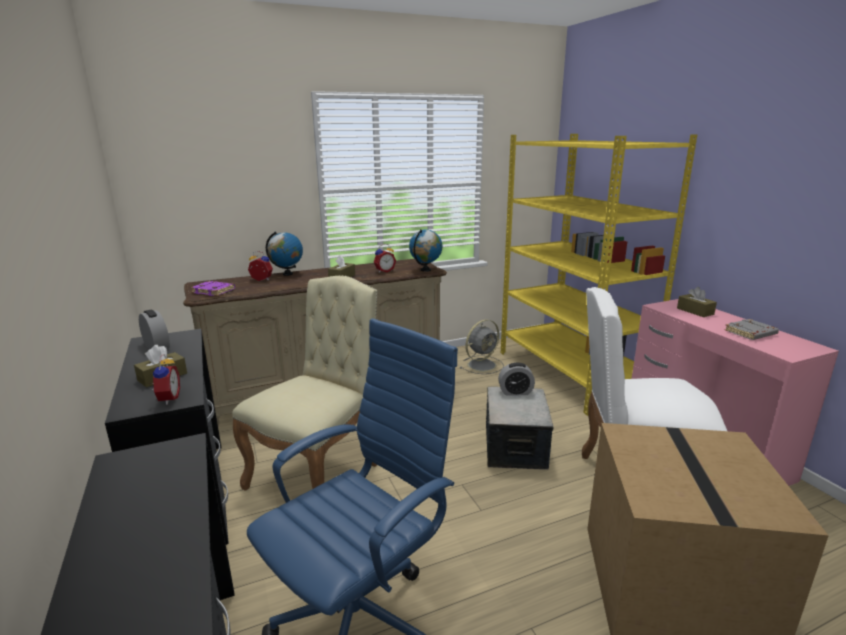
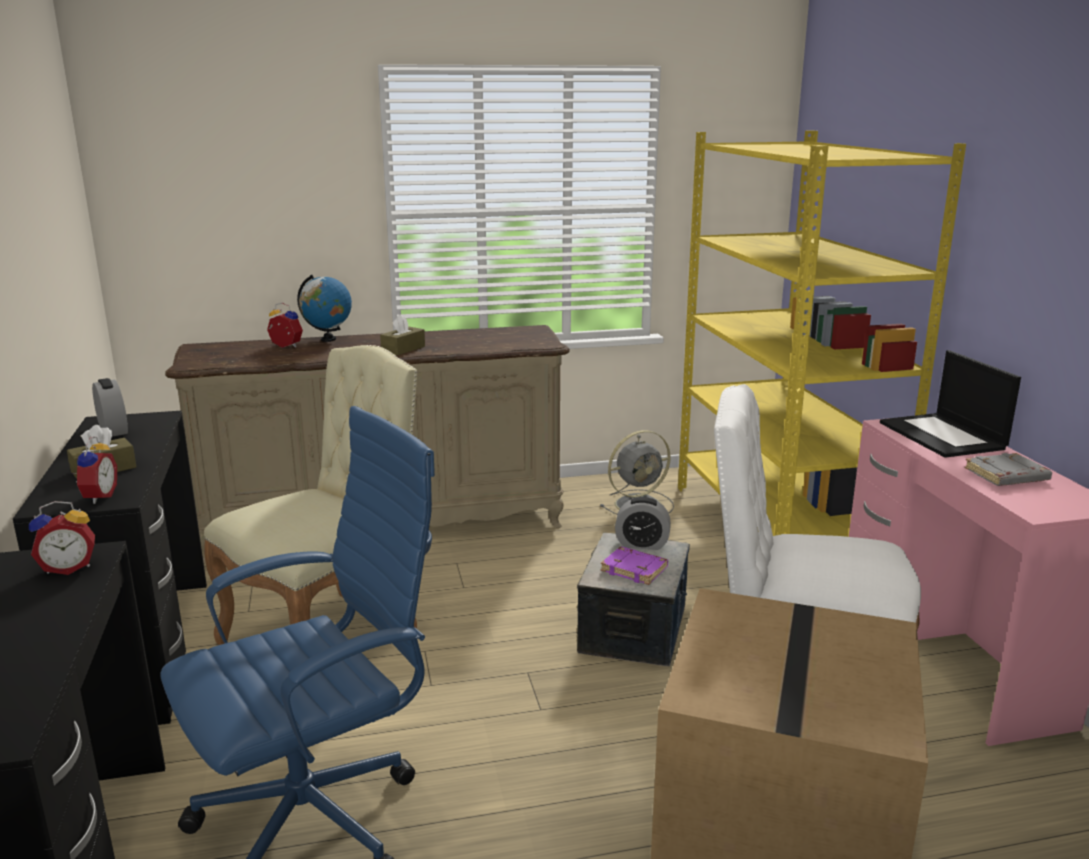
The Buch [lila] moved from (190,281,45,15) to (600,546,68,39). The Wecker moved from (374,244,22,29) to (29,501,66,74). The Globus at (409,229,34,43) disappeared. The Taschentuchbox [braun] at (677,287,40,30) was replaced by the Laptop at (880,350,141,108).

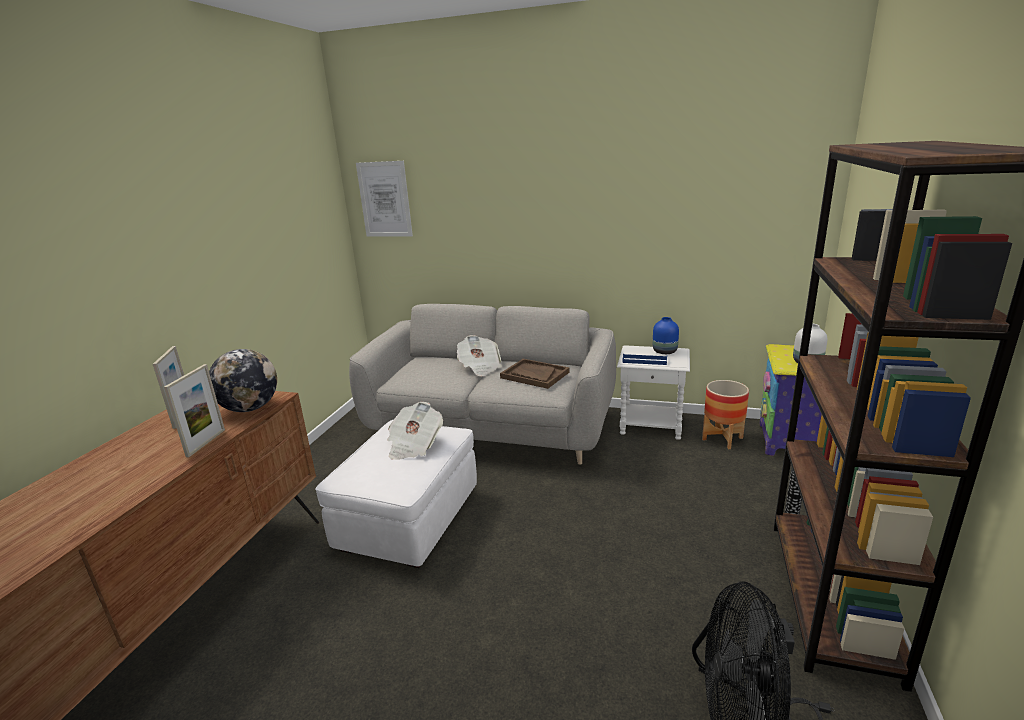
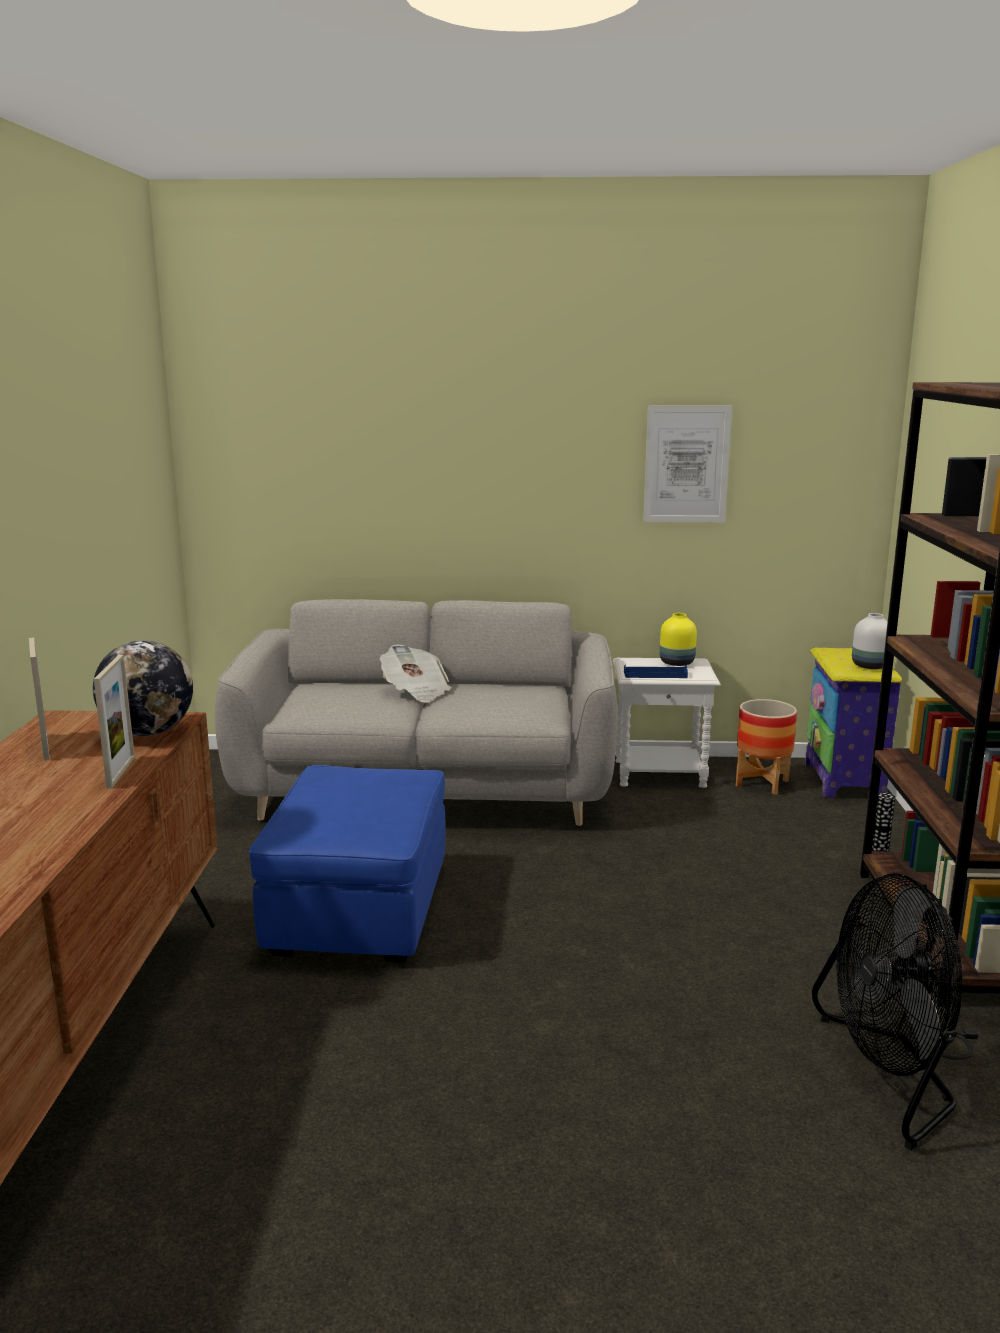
The Polsterhocker [weiß] at (315,420,162,148) became the Polsterhocker [blau] at (249,765,197,198). The Bild moved from (356,161,57,76) to (643,405,89,117). The Zeitung at (387,402,56,58) disappeared. The Tablett [braun] at (500,359,70,30) disappeared. The Vase [blau] at (653,317,26,37) became the Vase [gelb] at (660,613,37,53).

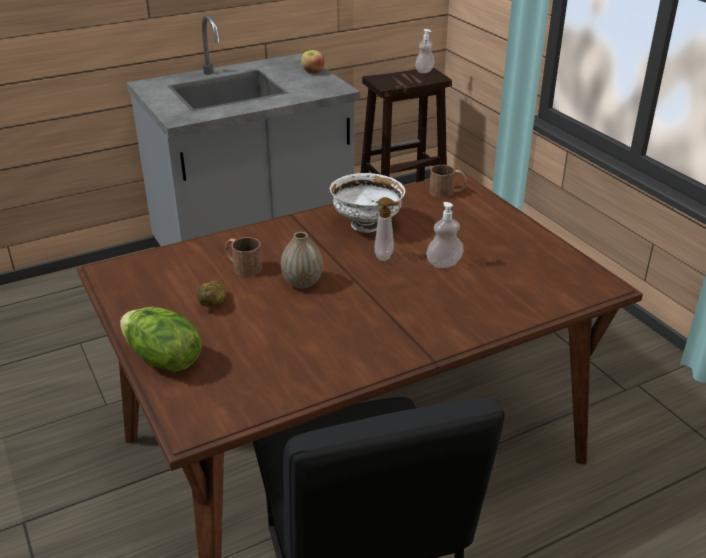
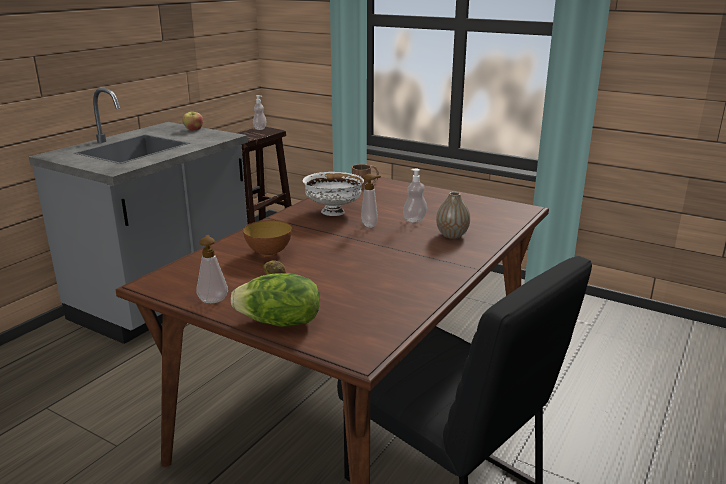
The Henkelbecher [braun] at (225,237,37,40) was replaced by the Schüssel at (243,220,49,37). The Vase moved from (281,232,42,56) to (436,192,34,47). The Seifenspender at (196,235,32,68) appeared.

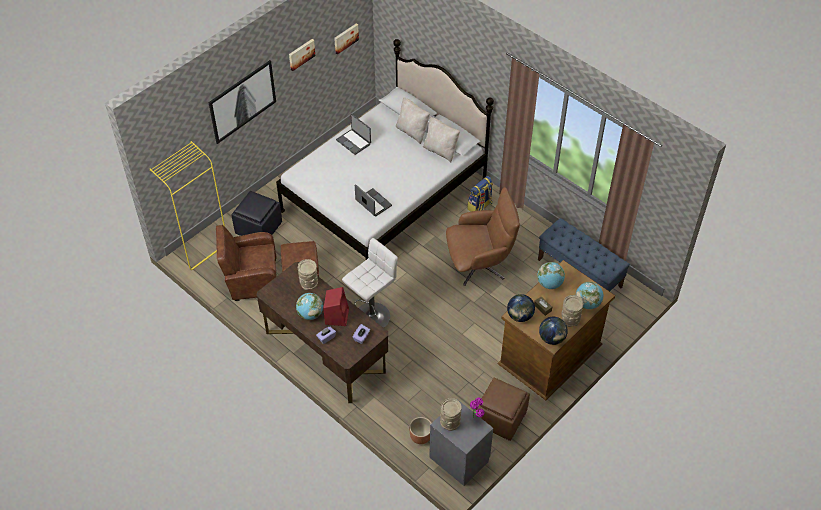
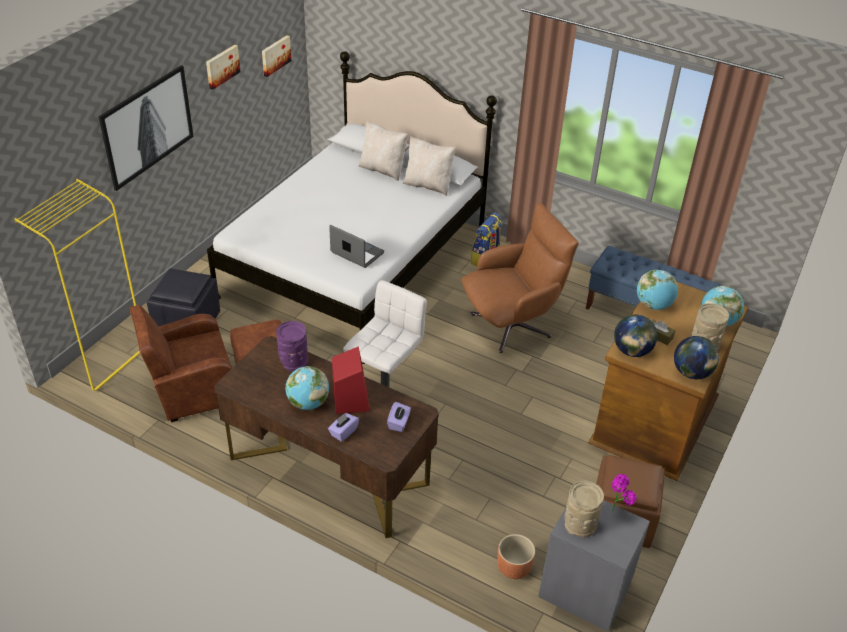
The Vase [beige] at (298,259,20,31) became the Vase [lila] at (276,321,32,50). The Laptop at (336,114,35,41) disappeared.

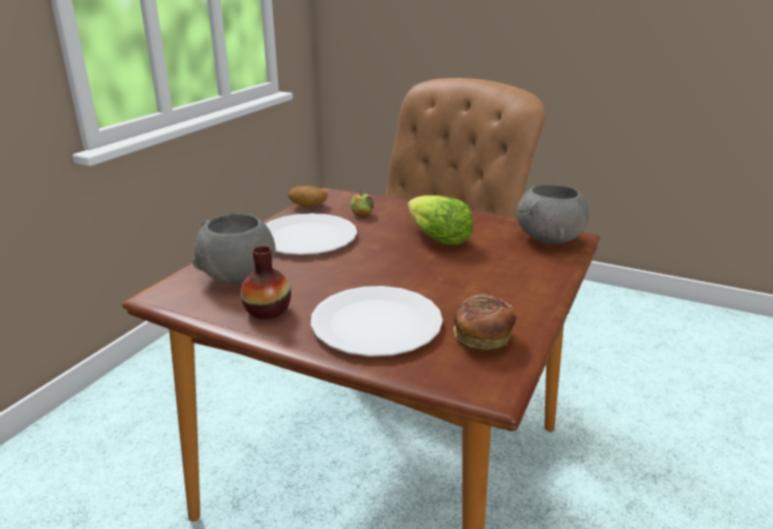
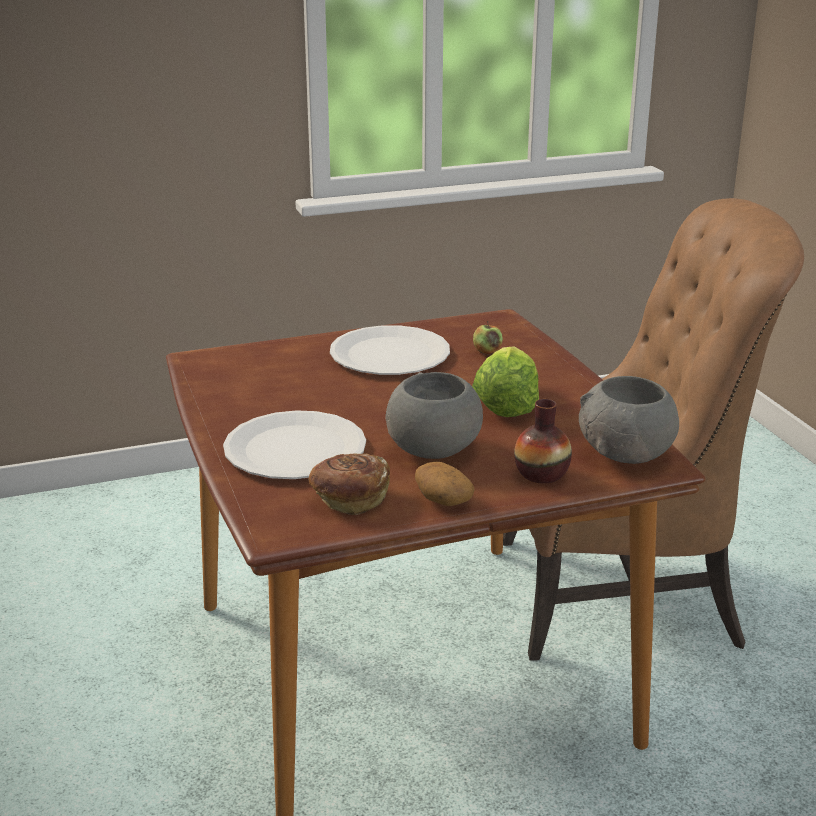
The Schüssel [grau] moved from (193,213,83,70) to (385,372,98,87). The Vase moved from (241,246,50,73) to (514,399,58,84). The Kartoffel moved from (288,186,40,21) to (415,462,60,44).

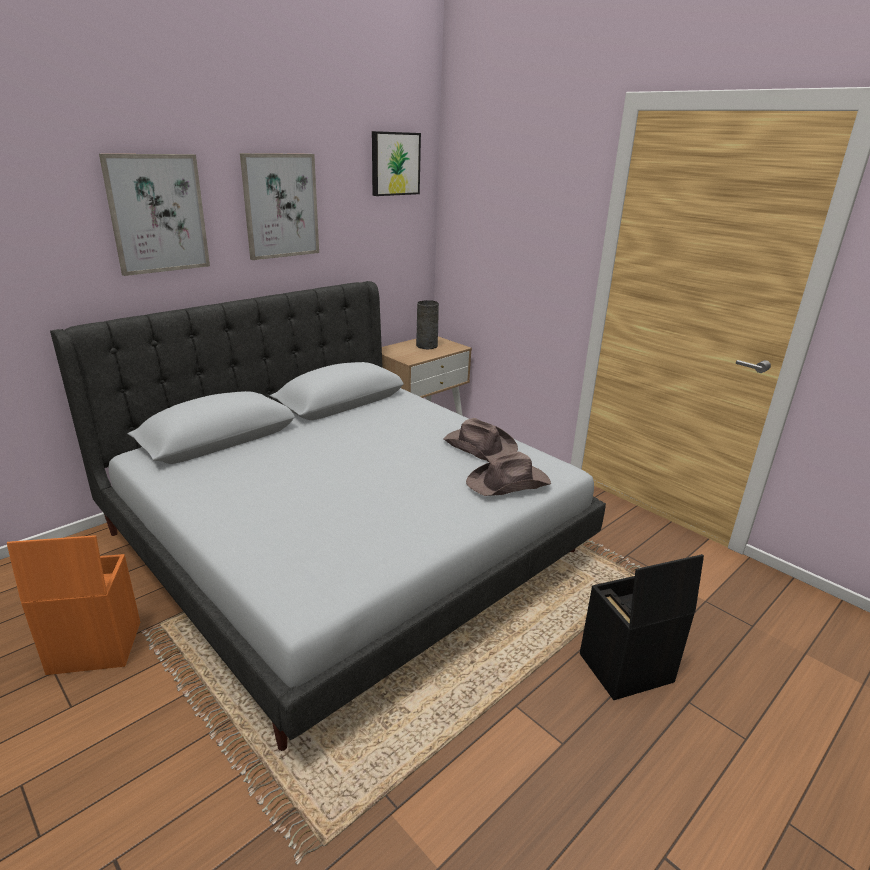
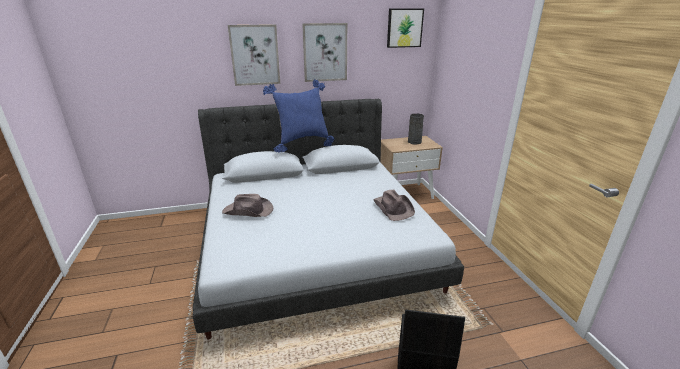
The Aufbewahrungsbox [orange] at (7,535,133,140) disappeared. The Hut [braun] moved from (466,451,85,45) to (222,194,52,23). The Kissen [blau] at (263,80,72,73) appeared.

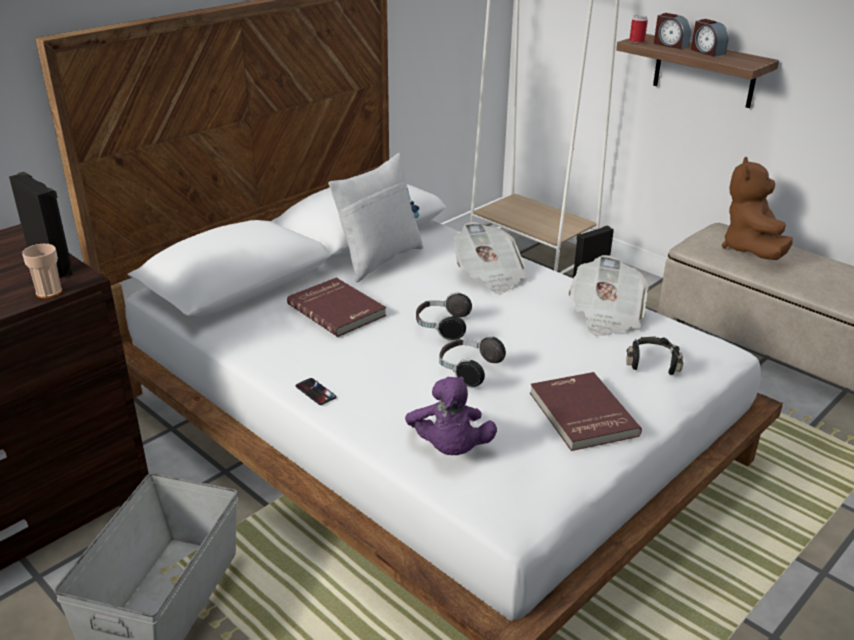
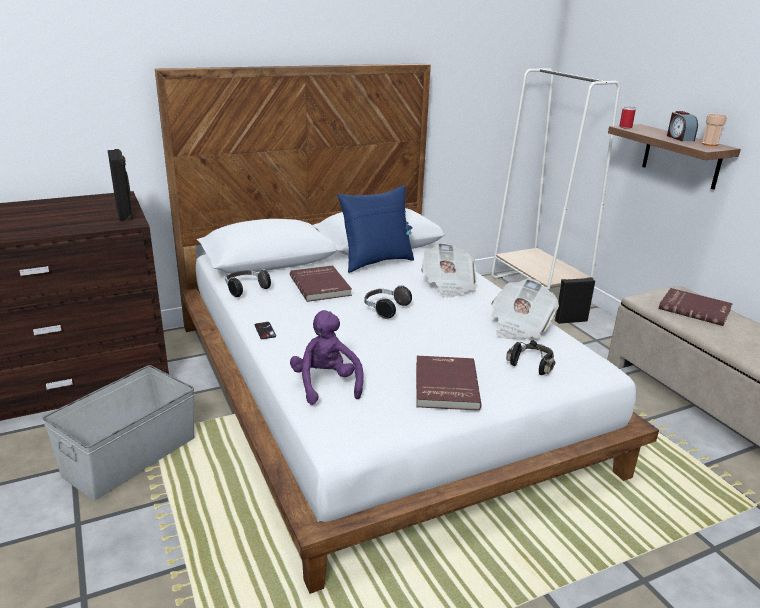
The Tasse moved from (22,244,40,55) to (702,114,25,32). The Kissen [grau] at (328,153,95,129) became the Kissen [blau] at (337,185,77,88). The Plüschtier [lila] at (405,377,92,78) turned 150 degrees clockwise. The Kopfhörer moved from (439,335,67,52) to (225,269,46,28). The Wecker at (654,13,37,36) disappeared. The Plüschtier [braun] at (722,157,71,103) was replaced by the Buch [rot] at (659,288,74,38).

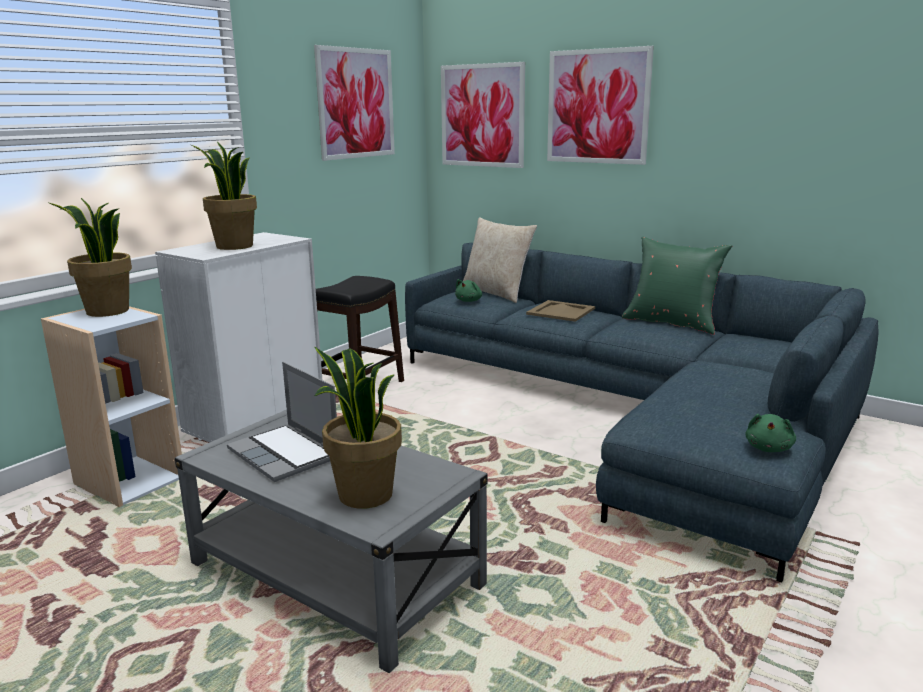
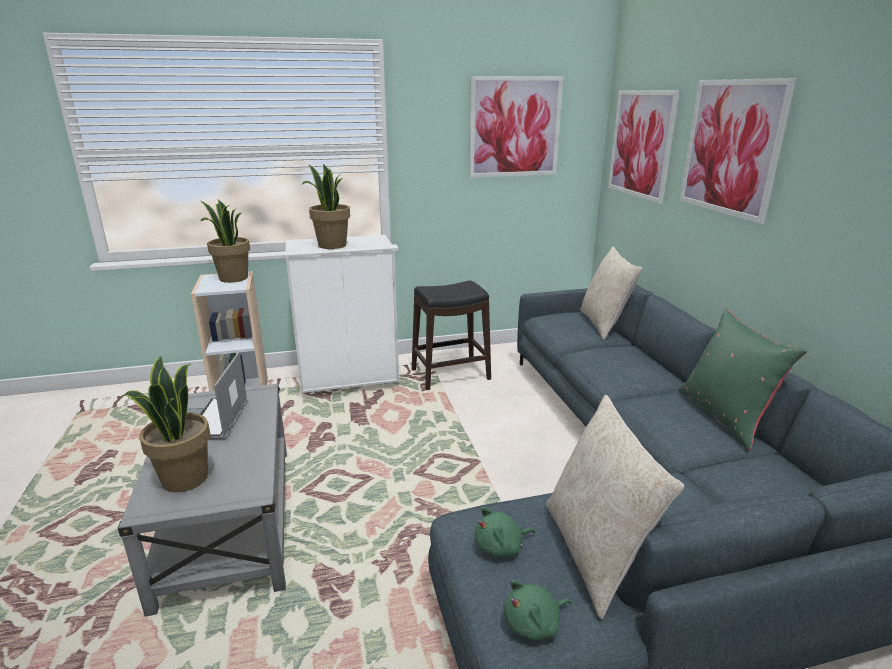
The Plüschtier [grün] moved from (455,279,27,23) to (474,507,61,51). The Tablett [beige] at (526,300,69,22) disappeared. The Kissen [beige] at (546,395,138,224) appeared.

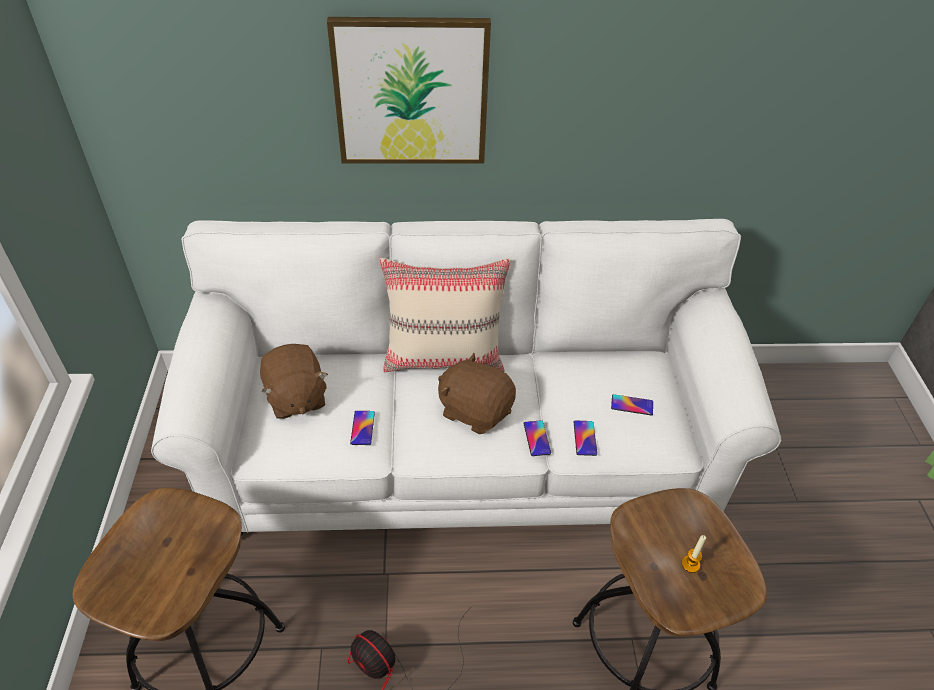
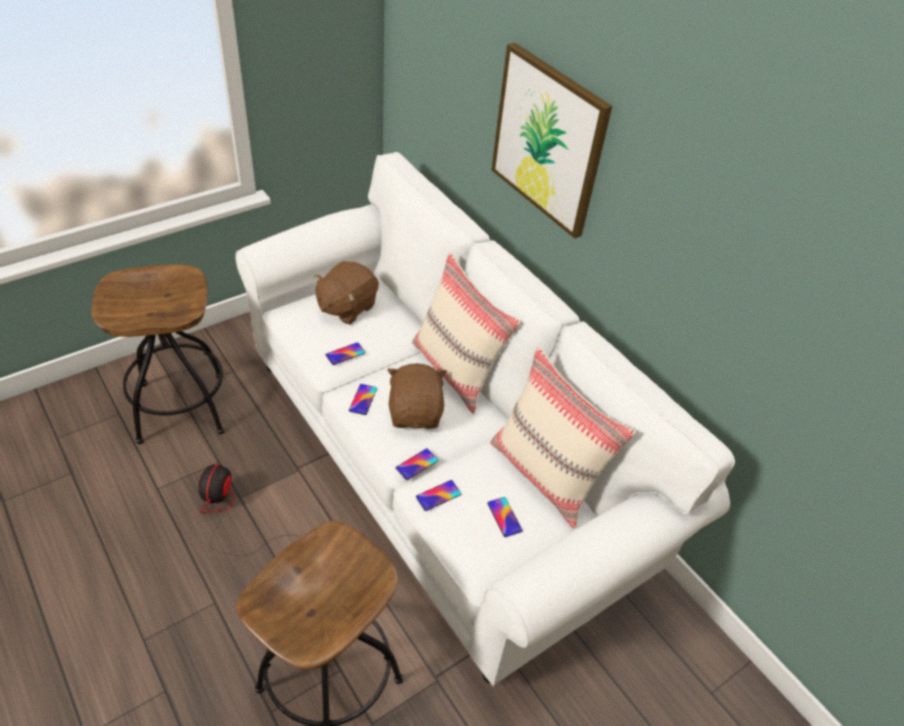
The Kerze at (681,535,25,38) disappeared. The Handy at (349,384,28,31) appeared. The Kissen [beige] at (490,347,146,182) appeared.

